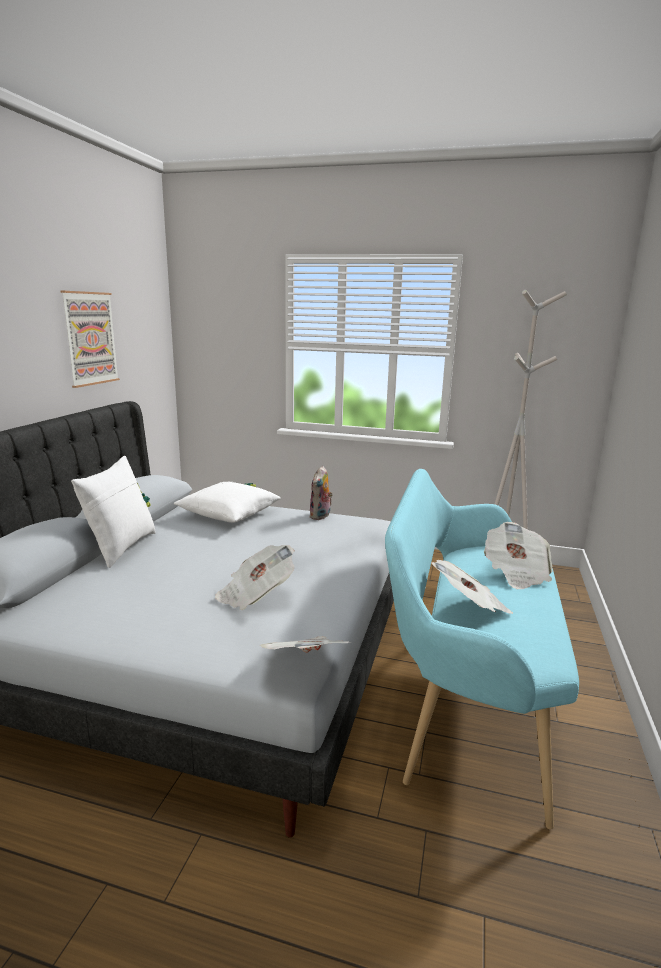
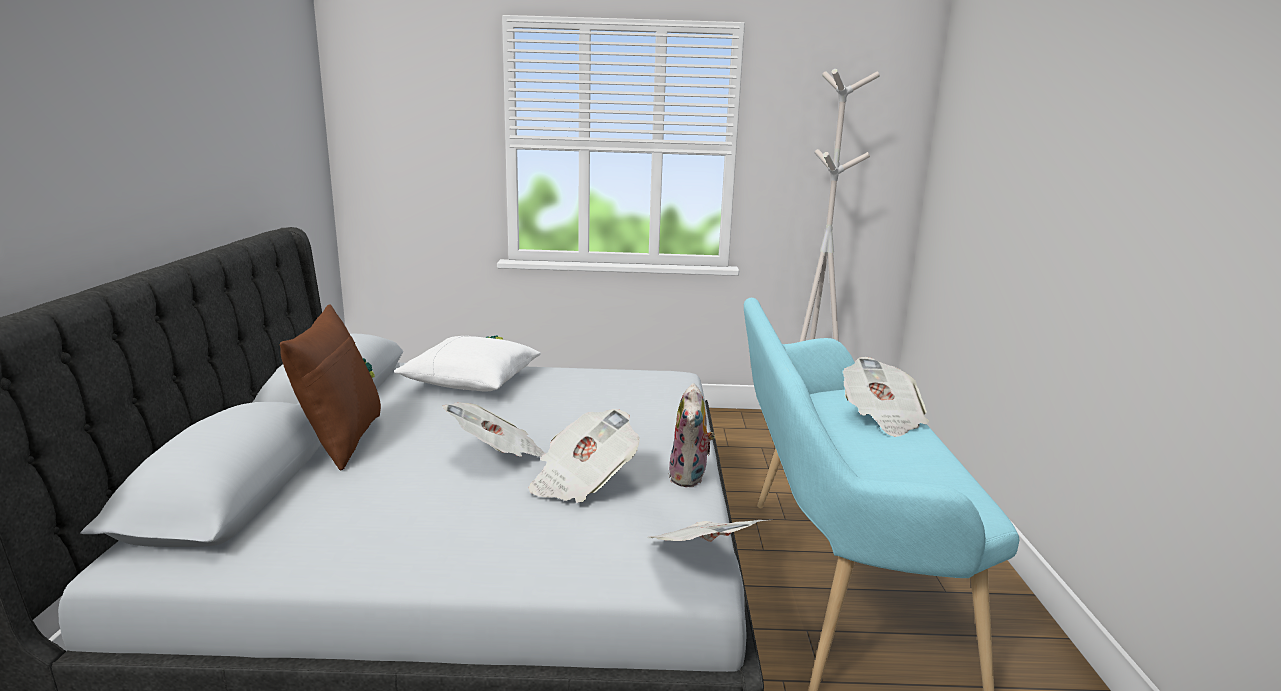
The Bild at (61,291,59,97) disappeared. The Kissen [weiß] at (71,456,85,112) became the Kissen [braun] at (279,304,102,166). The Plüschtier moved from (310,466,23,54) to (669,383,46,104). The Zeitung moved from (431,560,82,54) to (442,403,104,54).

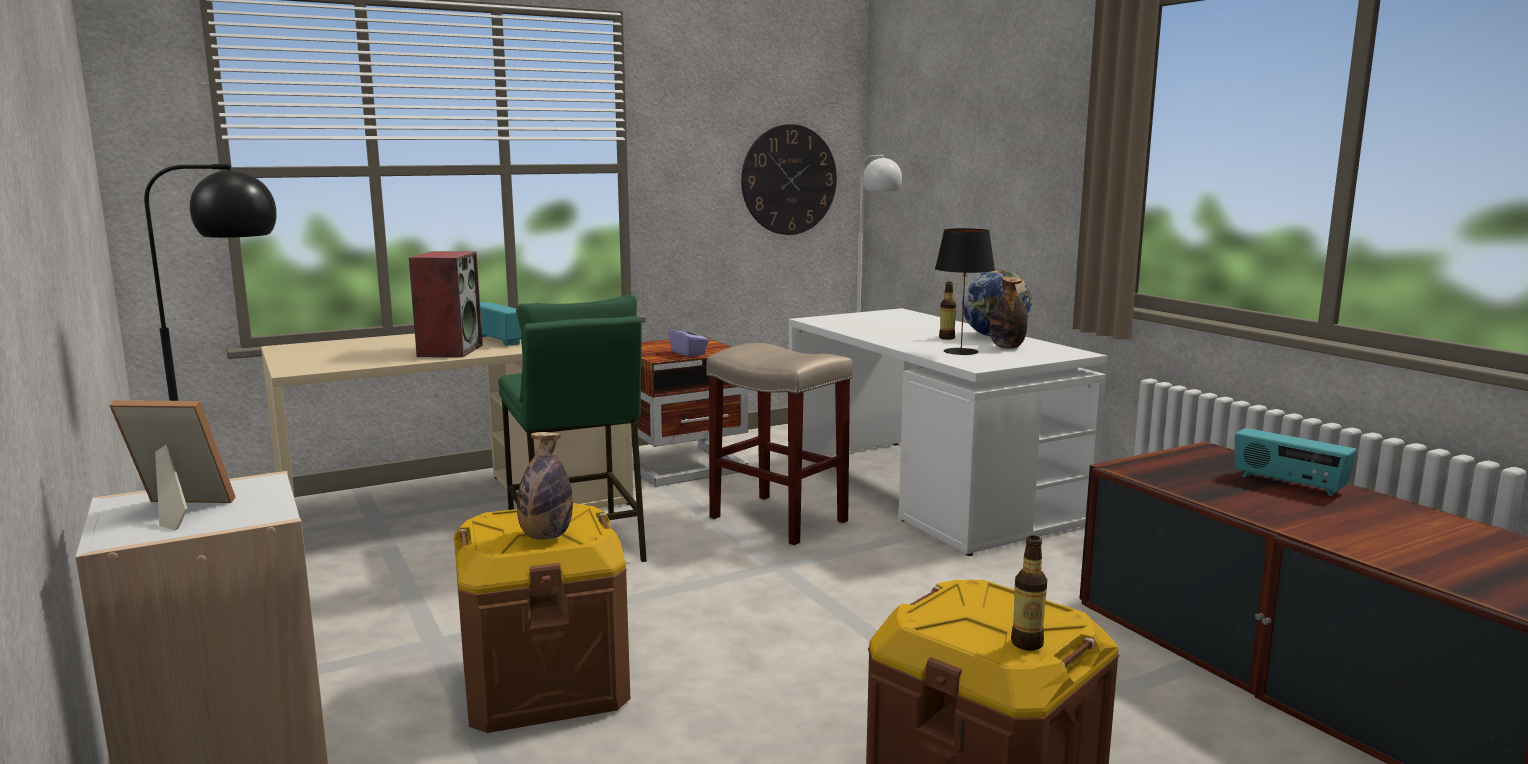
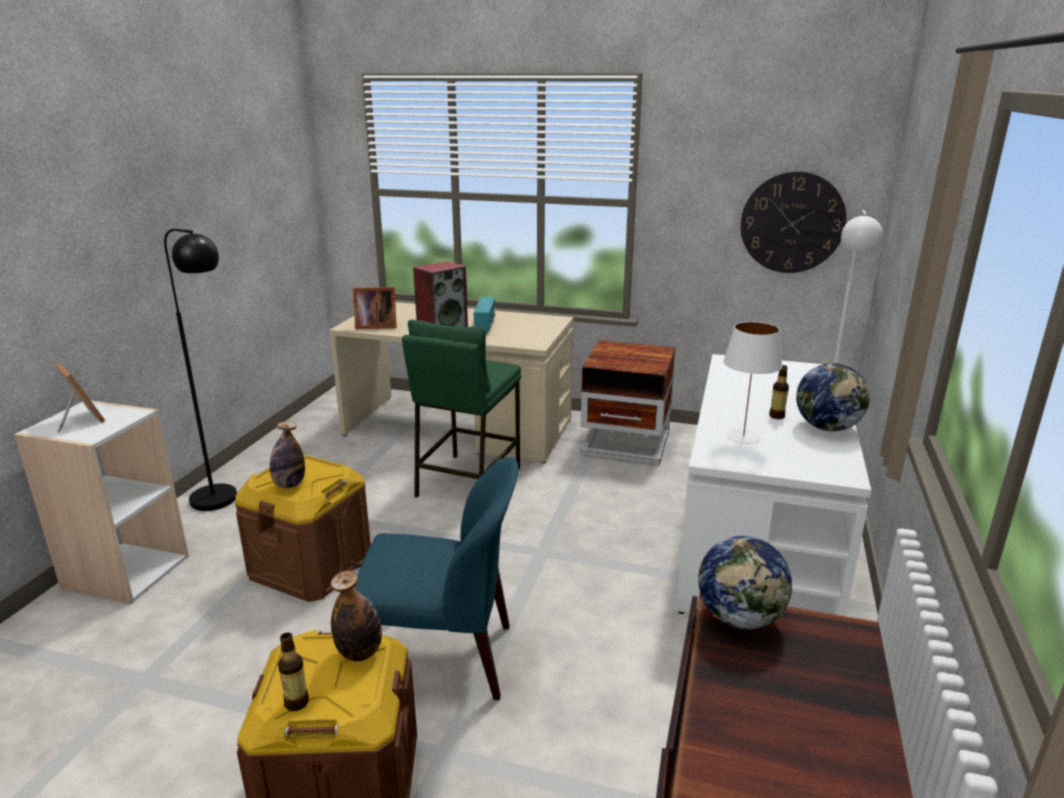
The Taschentuchbox [lila] at (668,321,41,36) disappeared. The Hocker [beige] at (706,343,147,202) disappeared. The Tischlampe [schwarz] at (935,228,60,127) became the Tischlampe [weiß] at (723,321,59,123). The Flasche moved from (990,276,37,73) to (331,570,51,91). The Radio at (1235,428,121,69) disappeared. The Bilderrahmen at (353,287,44,42) appeared. The Stuhl [blau] at (354,457,164,243) appeared. The Globus at (698,536,94,93) appeared.

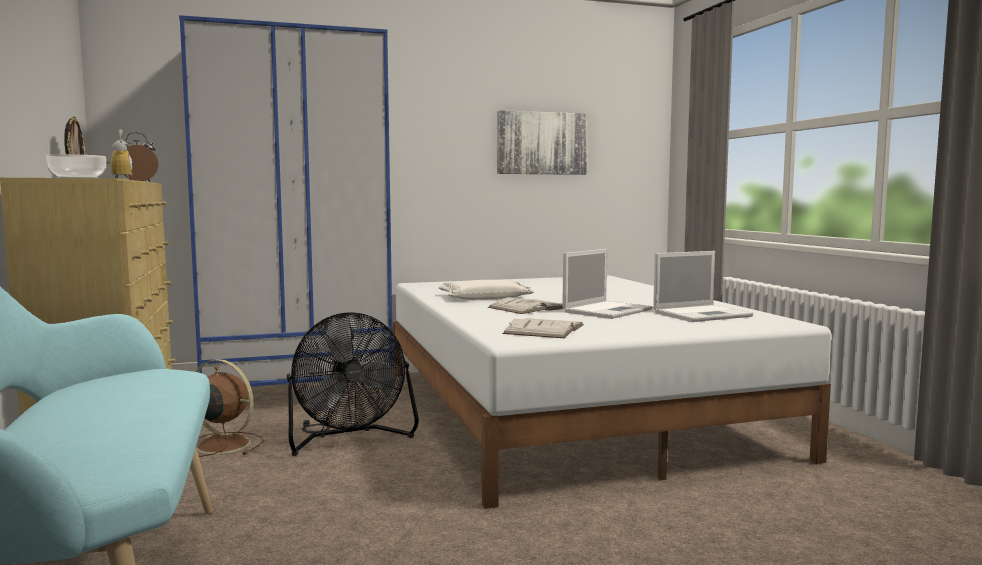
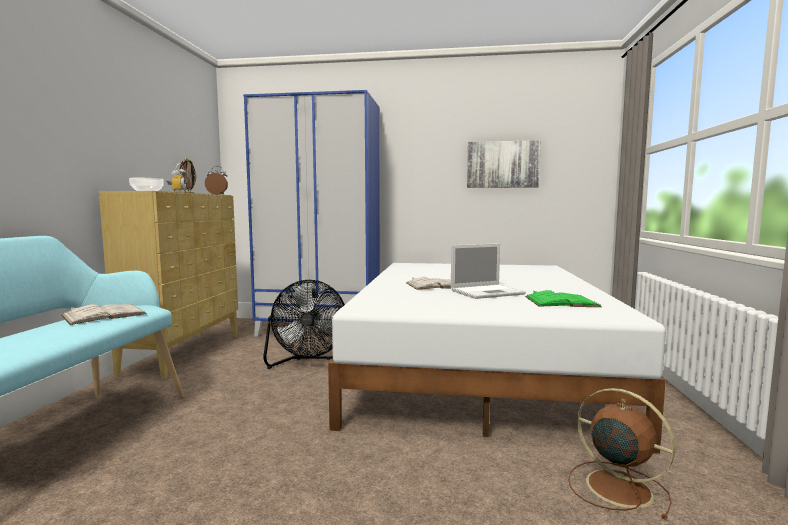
The Ventilator [braun] moved from (196,359,68,98) to (568,388,107,131). The Kissen [weiß] at (438,280,96,20) disappeared. The Buch [weiß] moved from (503,318,81,20) to (61,304,86,21). The Laptop at (653,251,100,71) was replaced by the Buch [grün] at (525,290,77,17).

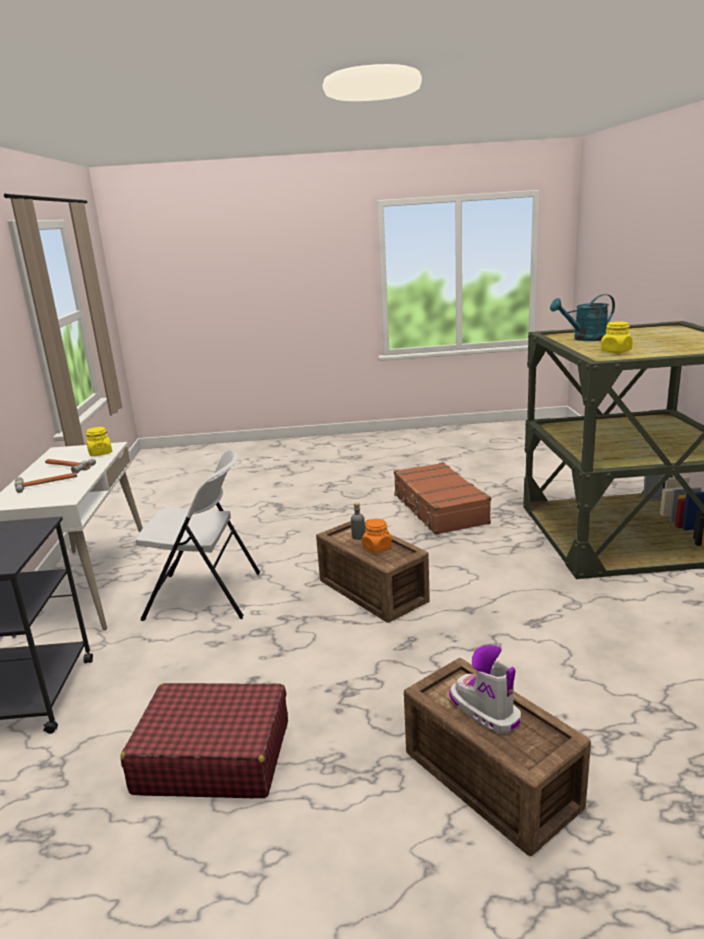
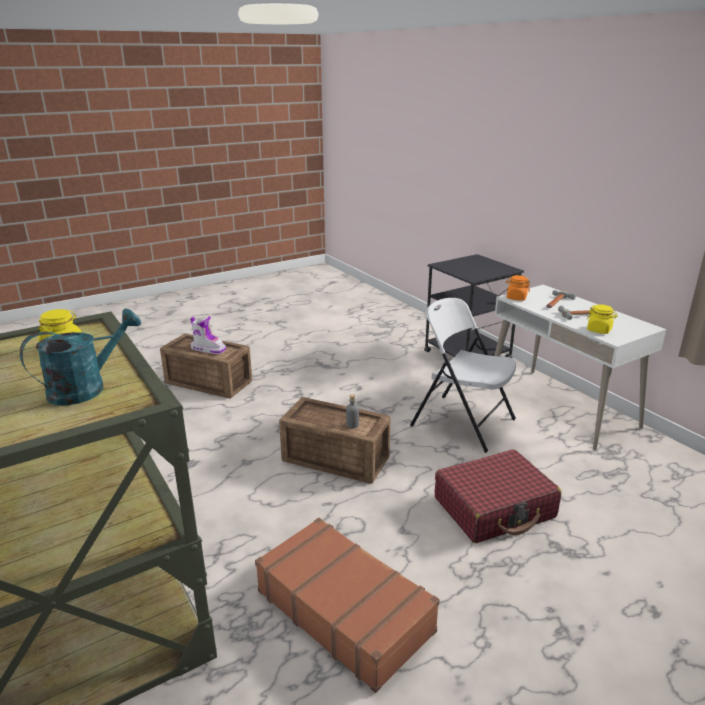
The Koffer [rot] moved from (120,683,168,115) to (435,449,126,94). The Stuhl [weiß] at (136,450,124,171) turned 60 degrees clockwise. The Vorratsglas [orange] moved from (362,519,30,34) to (506,275,24,26).

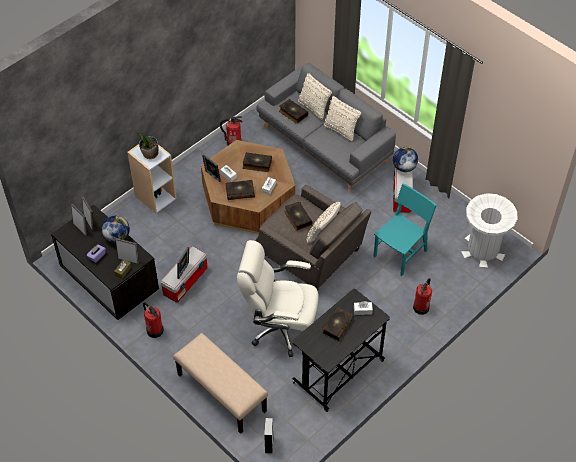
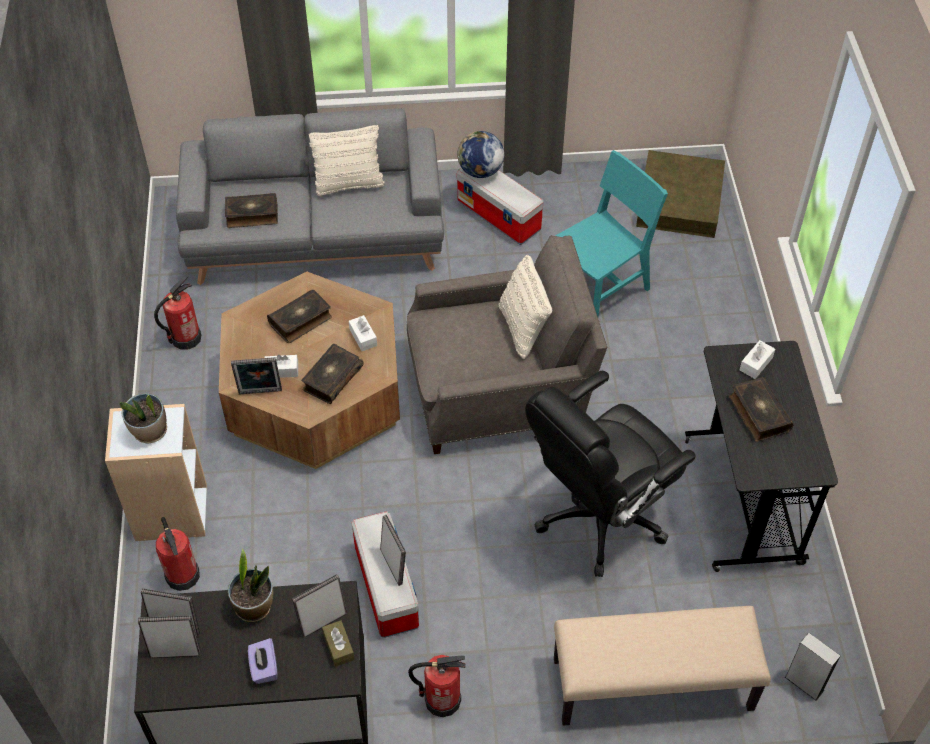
The Globus at (102,215,28,28) was replaced by the Topfpflanze at (228,548,45,74). The Bürostuhl [weiß] at (237,240,82,117) became the Bürostuhl [schwarz] at (525,371,170,206). The Buch at (284,202,29,29) disappeared. The Kissen [beige] at (298,73,34,46) disappeared. The Stuhl [türkis] at (373,184,64,92) turned 60 degrees clockwise. The Feuerlöscher moved from (413,278,19,37) to (156,517,44,74). The Mülleimer [weiß] at (461,193,57,75) was replaced by the Aufbewahrungsbox [braun] at (636,150,89,88).

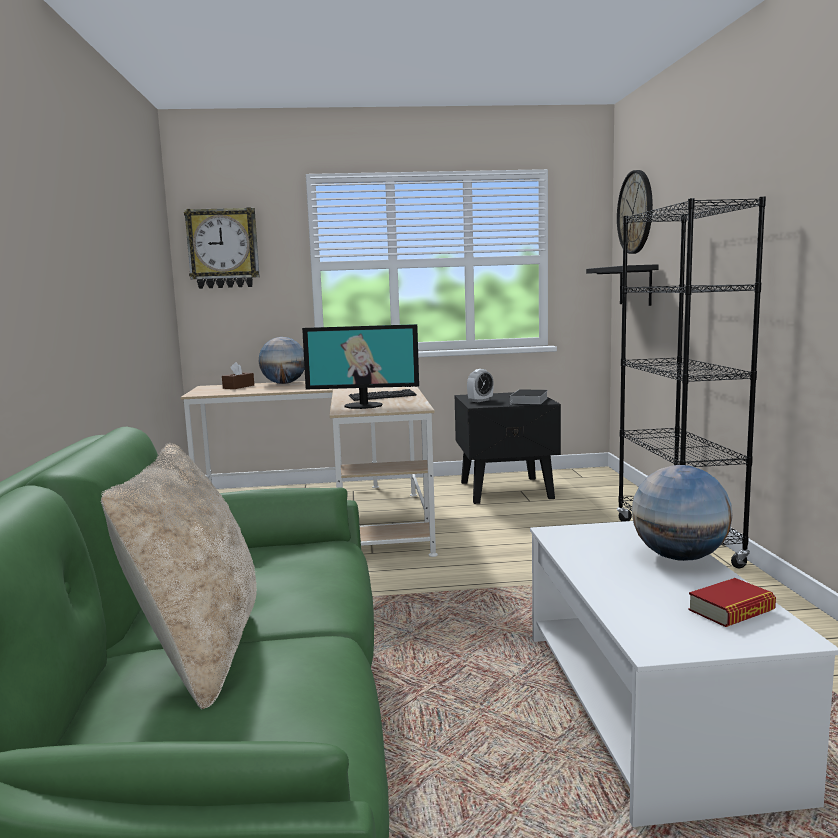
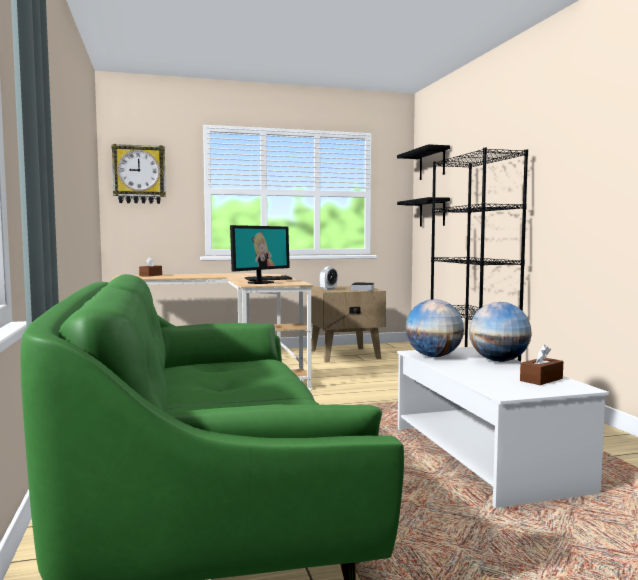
The Kissen [beige] at (100,443,157,266) disappeared. The Globus moved from (259,337,46,47) to (405,299,59,58). The Monitor at (302,324,117,85) turned 45 degrees counterclockwise. The Nachttisch [schwarz] at (455,392,106,112) became the Nachttisch [beige] at (311,286,75,76). The Wanduhr at (617,170,36,84) was replaced by the Wandregal [schwarz] at (397,144,53,36). The Buch at (688,578,88,49) was replaced by the Taschentuchbox [braun] at (520,344,43,41).

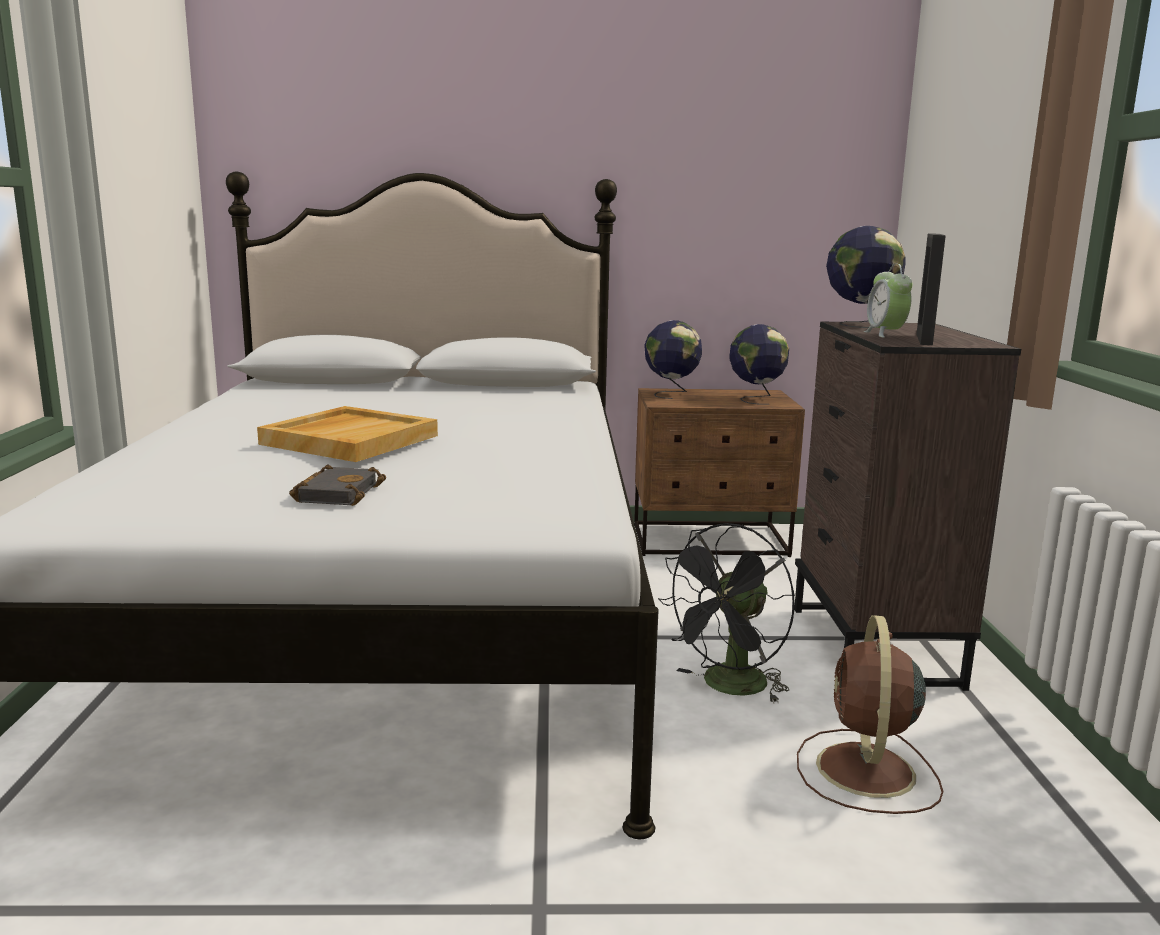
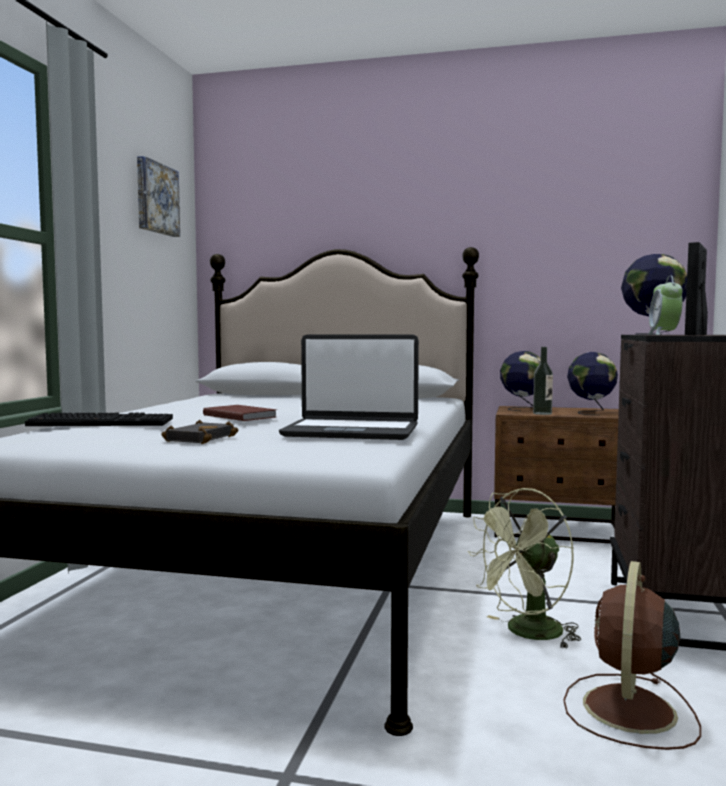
The Tablett [beige] at (257,406,181,56) was replaced by the Buch [braun] at (203,405,74,16). The Ventilator [schwarz] at (658,523,137,180) became the Ventilator [grün] at (468,488,113,161). The Tastatur at (25,413,148,13) appeared. The Bild at (137,156,43,81) appeared. The Laptop at (279,334,140,106) appeared. The Flasche at (533,347,20,68) appeared.

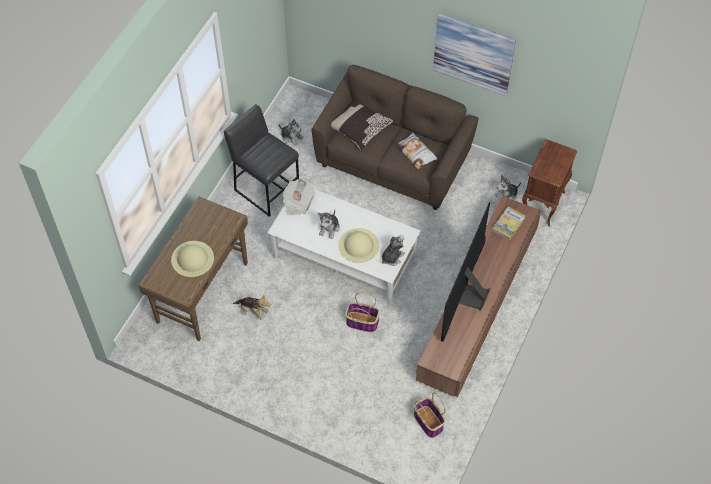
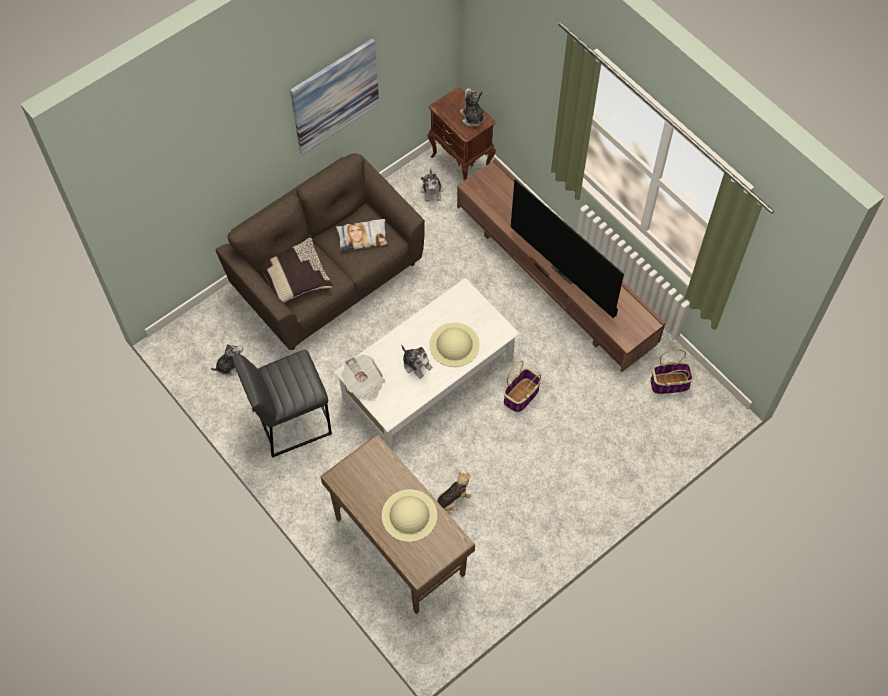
The Plüschtier moved from (382,235,23,31) to (460,88,25,39). The Buch at (492,207,34,33) disappeared.

